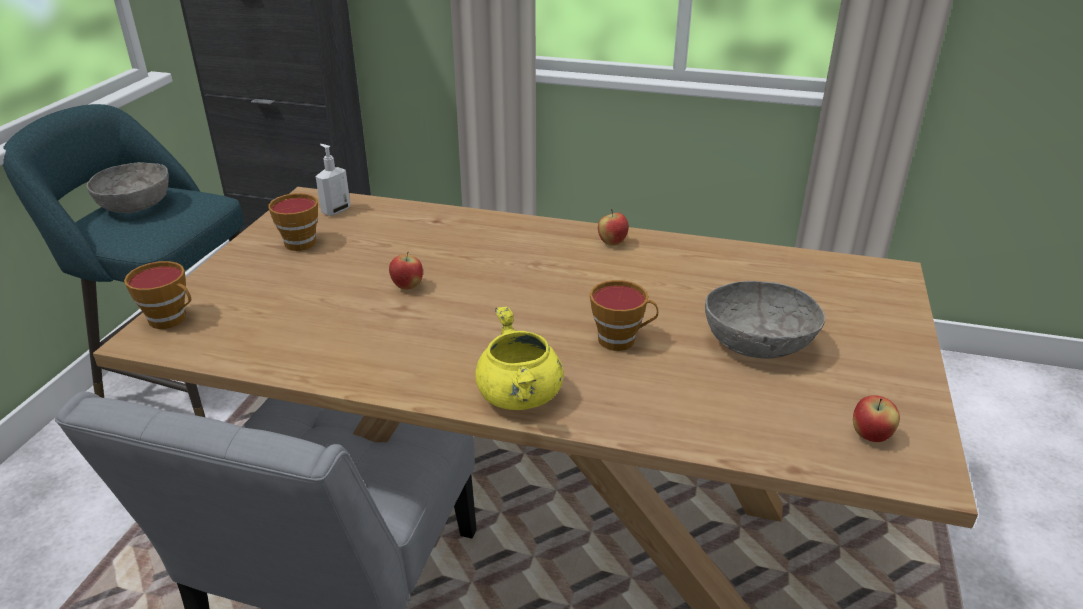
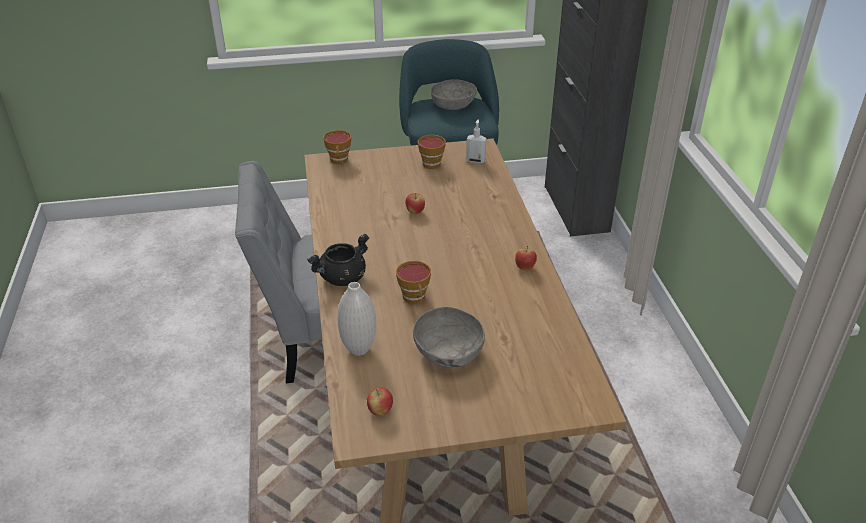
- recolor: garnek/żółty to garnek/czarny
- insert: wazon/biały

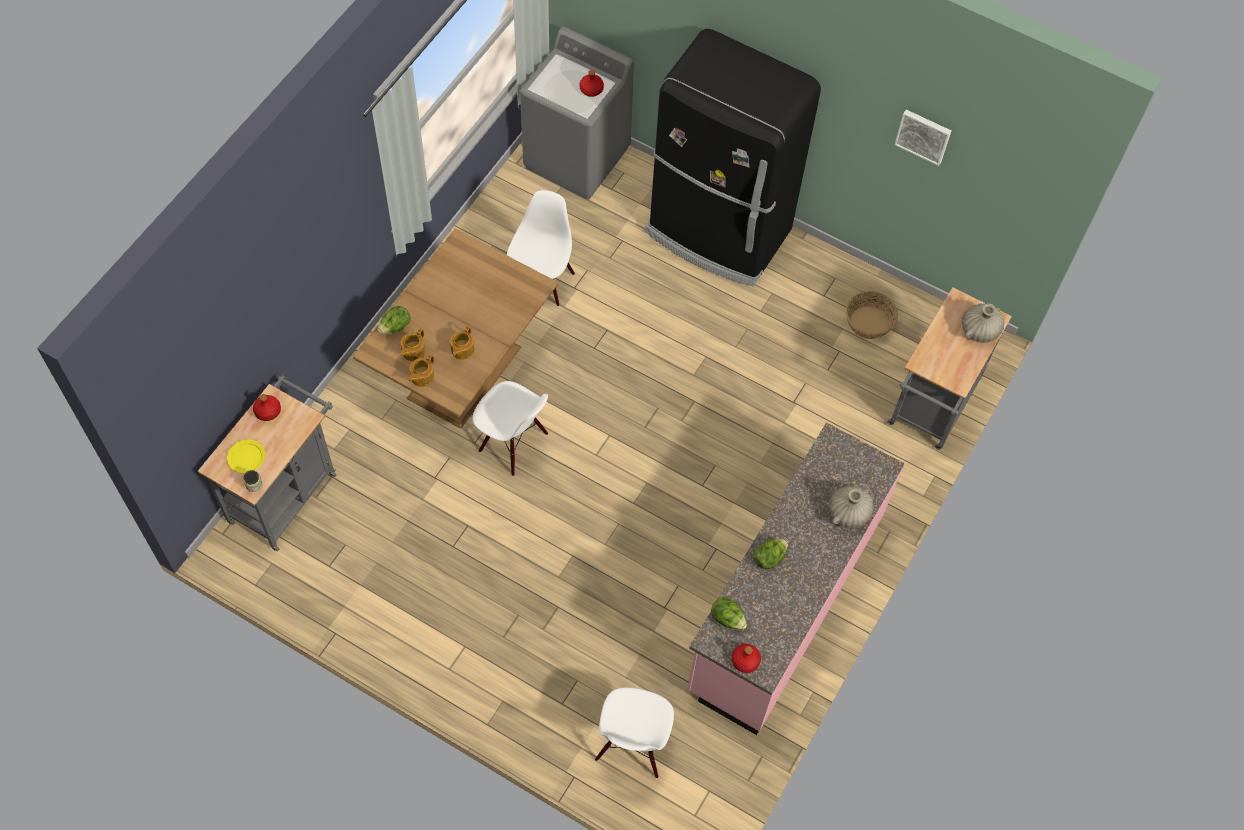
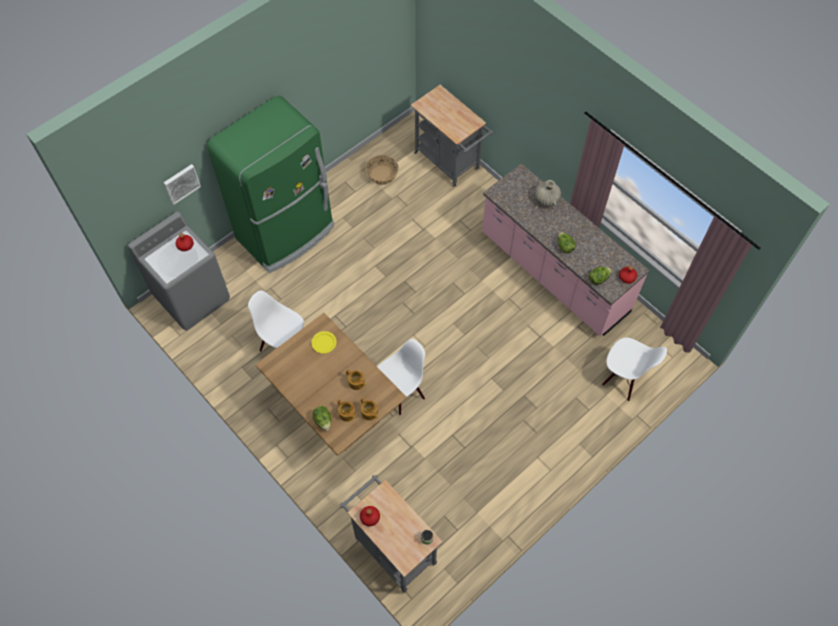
- move: obraz
- recolor: lodówka/czarny to lodówka/zielony
- move: talerz/żółty
- delete: wazon/beżowy (2nd from left)

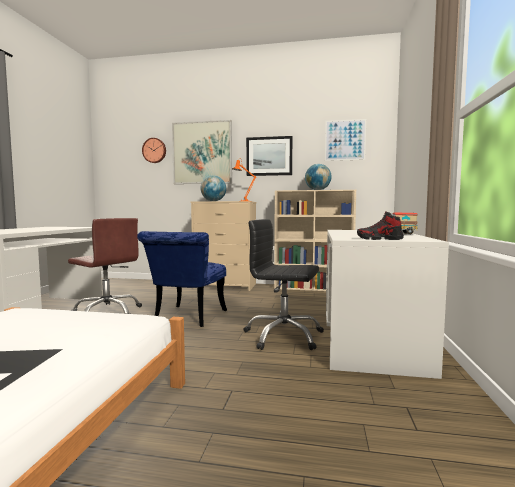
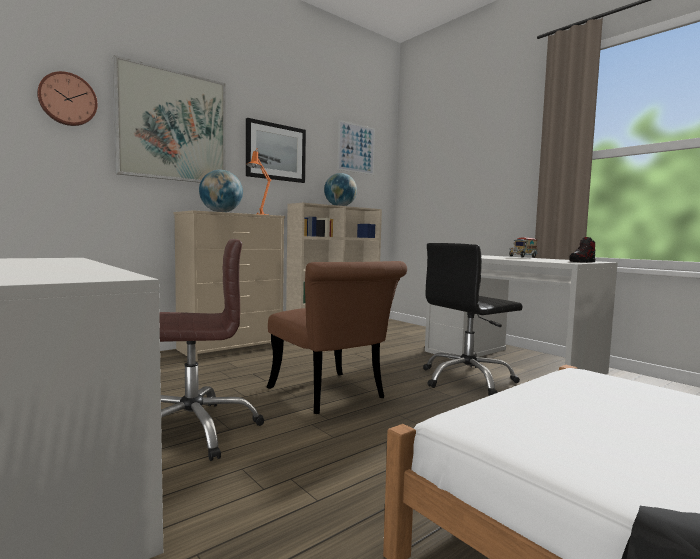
- recolor: krzesło/niebieski to krzesło/brązowy

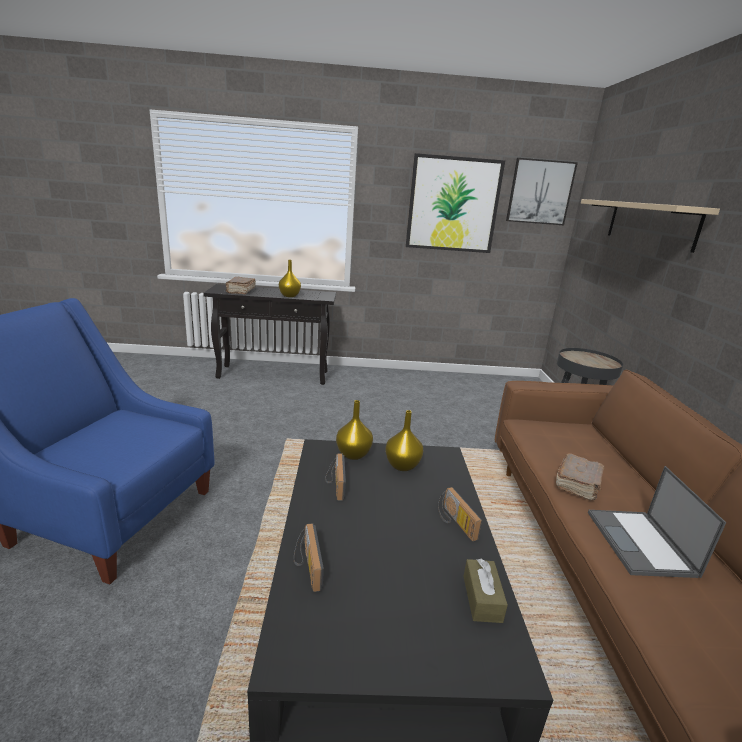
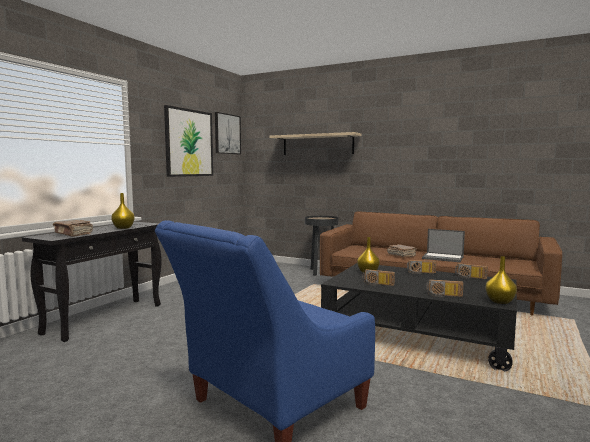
- replace: pudełko chusteczek/brązowy to radio (4th from left)
- move: wazon/żółty (2nd from left in the first image) to wazon/żółty (3rd from left)

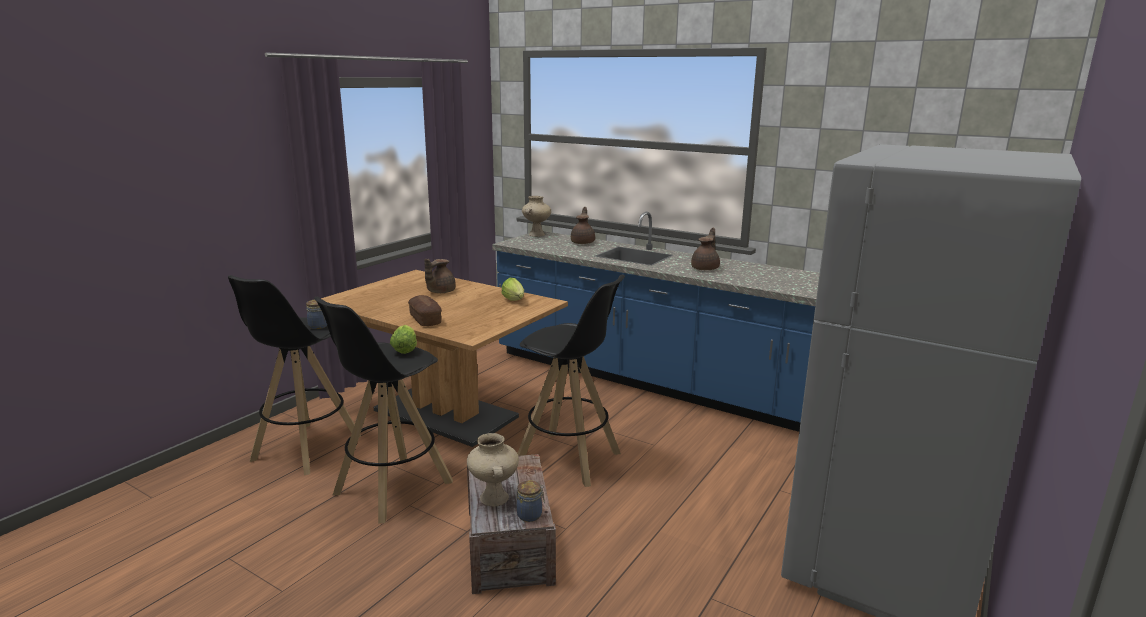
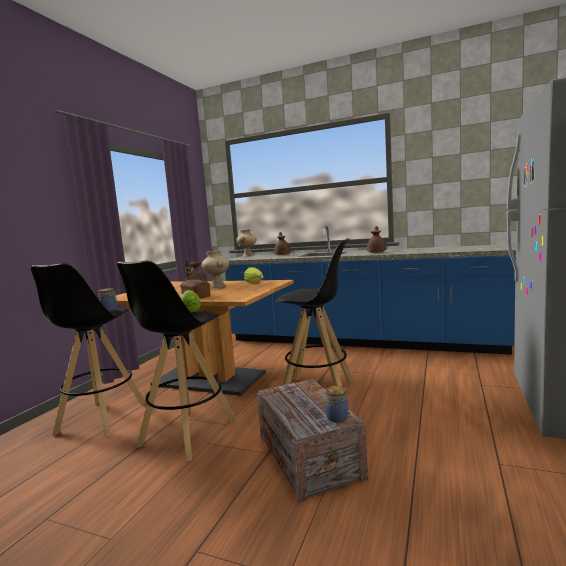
- move: wazon/beżowy (1st from left)

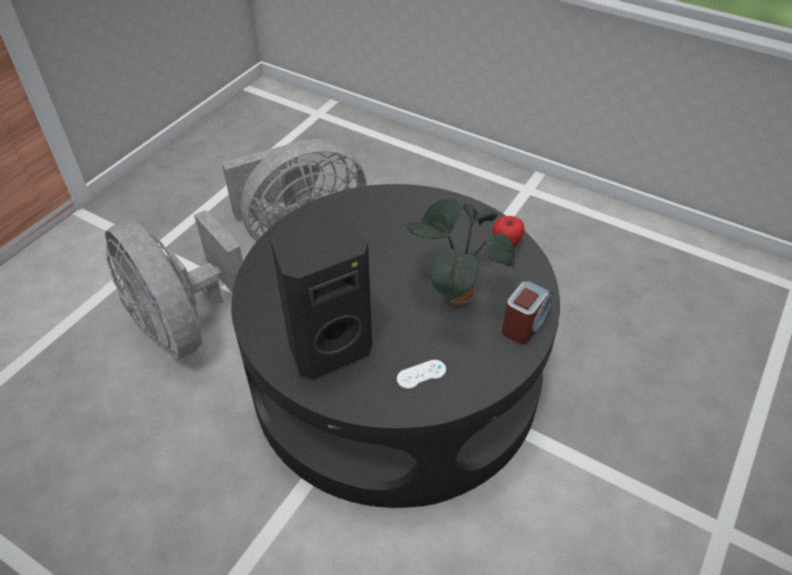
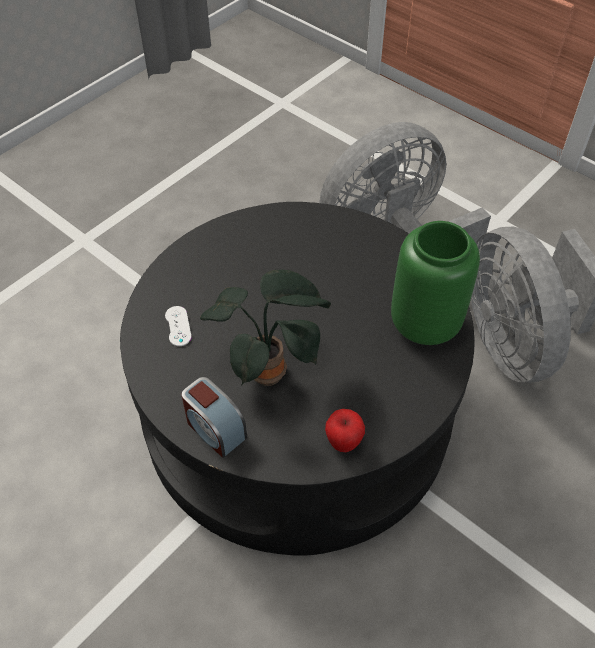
- insert: wazon/zielony
- delete: głośnik/czarny

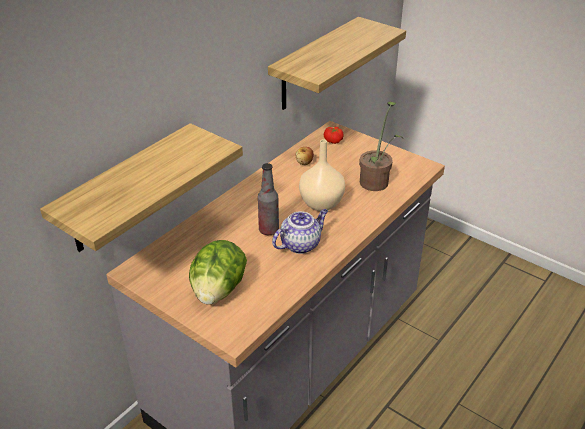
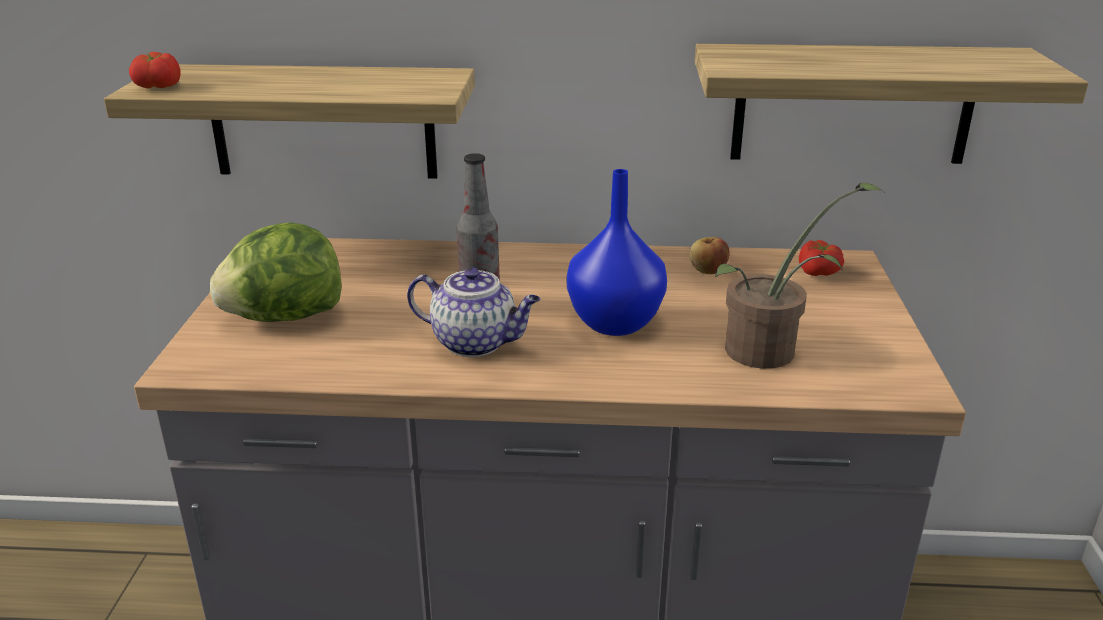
- insert: pomidor (1st from left)
- recolor: wazon/beżowy to wazon/niebieski

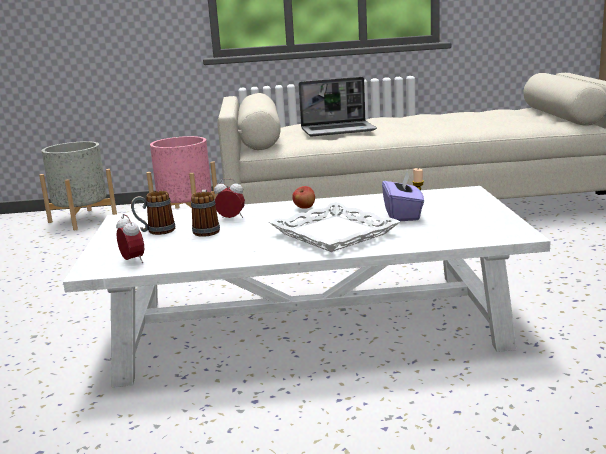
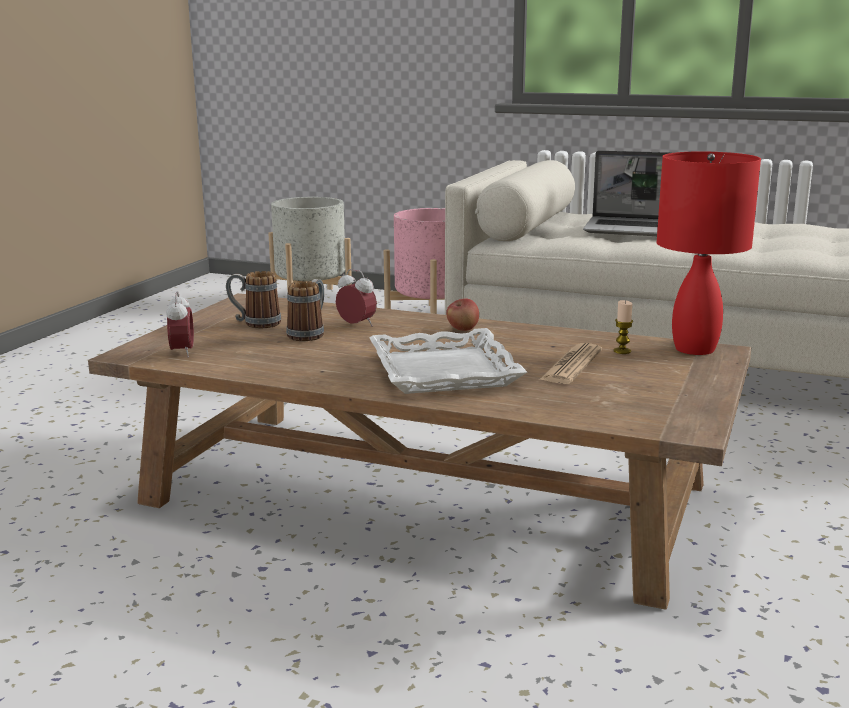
- recolor: ława/biały to ława/brązowy
- replace: pudełko chusteczek/fioletowy to gazeta
- insert: lampa stołowa/czerwony

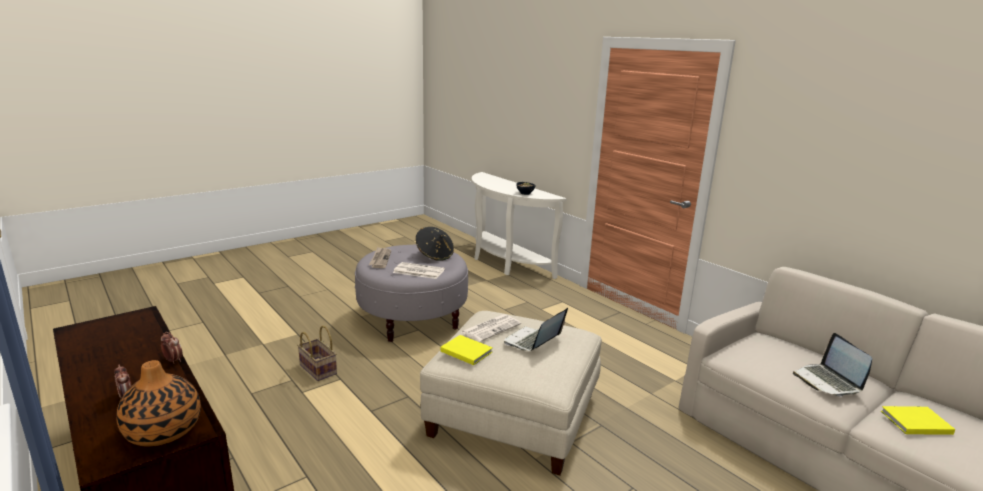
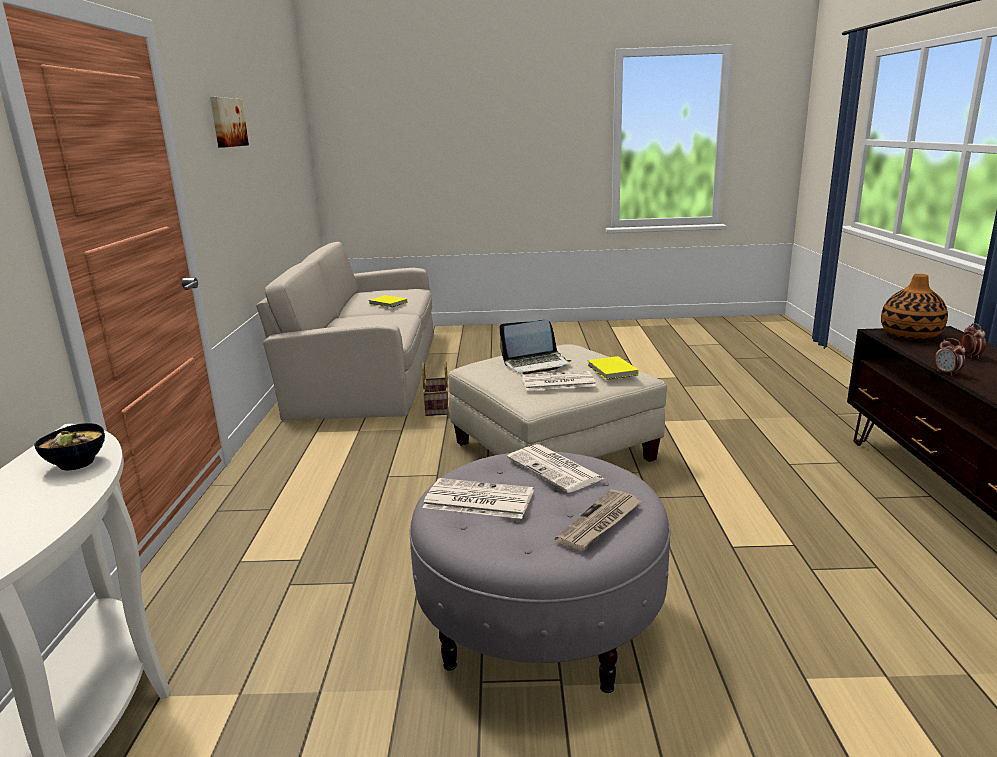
- insert: obraz
- move: koszyk
- replace: kapelusz/czarny to gazeta (1st from left)
- delete: laptop (2nd from left)

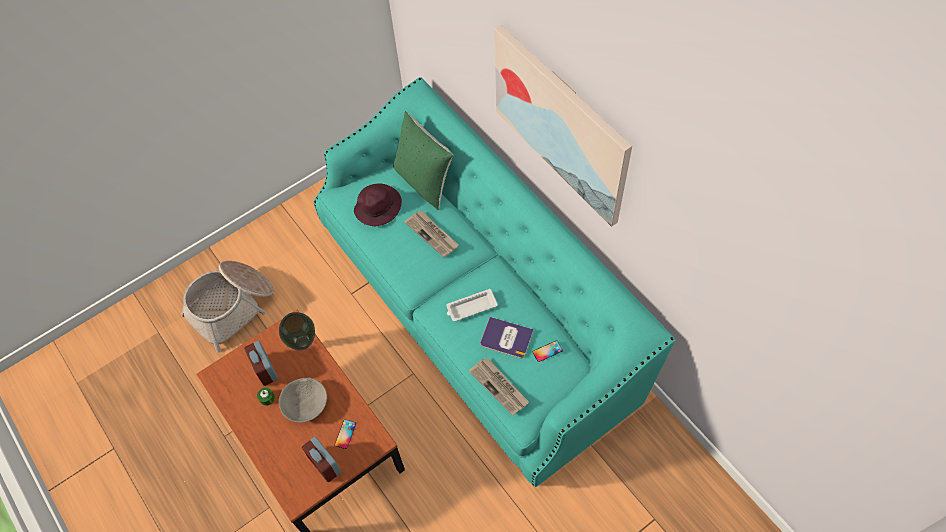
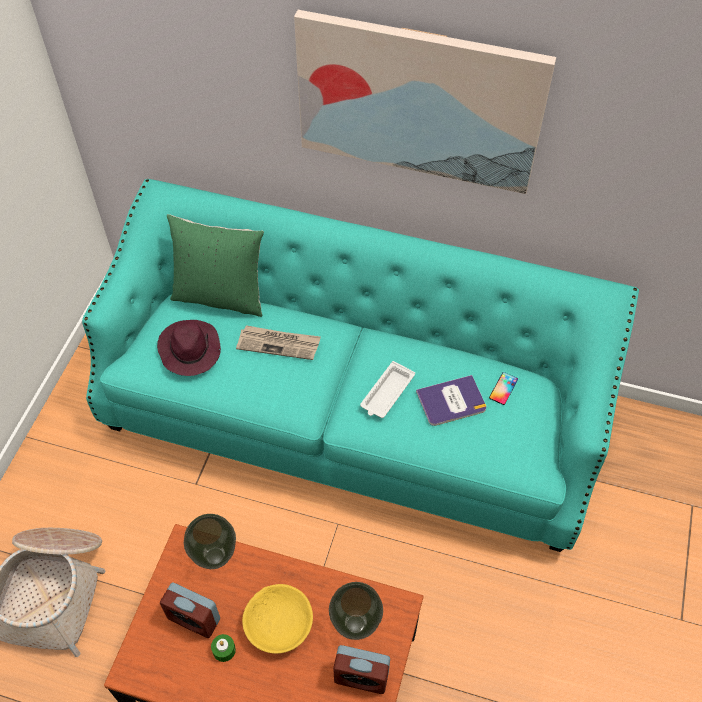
- recolor: miska/szary to miska/żółty
- replace: telefon (1st from left) to wazon (2nd from left)
- delete: gazeta (2nd from left)

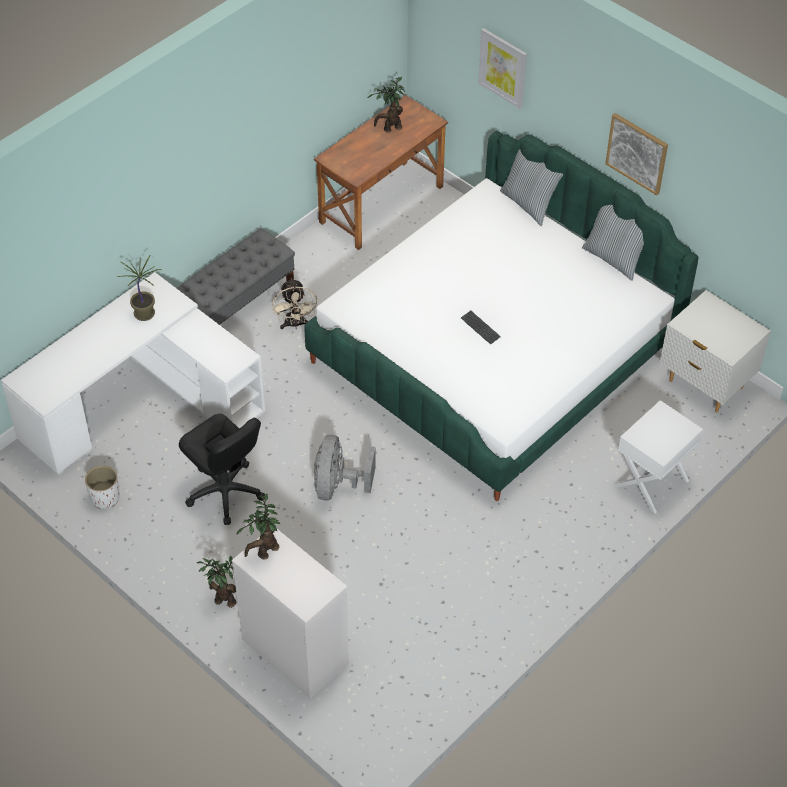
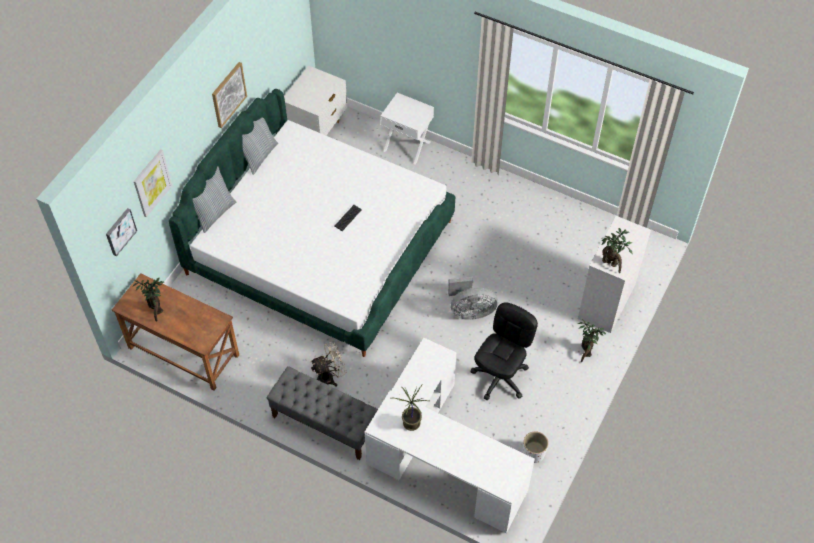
- insert: obraz (1st from left)

